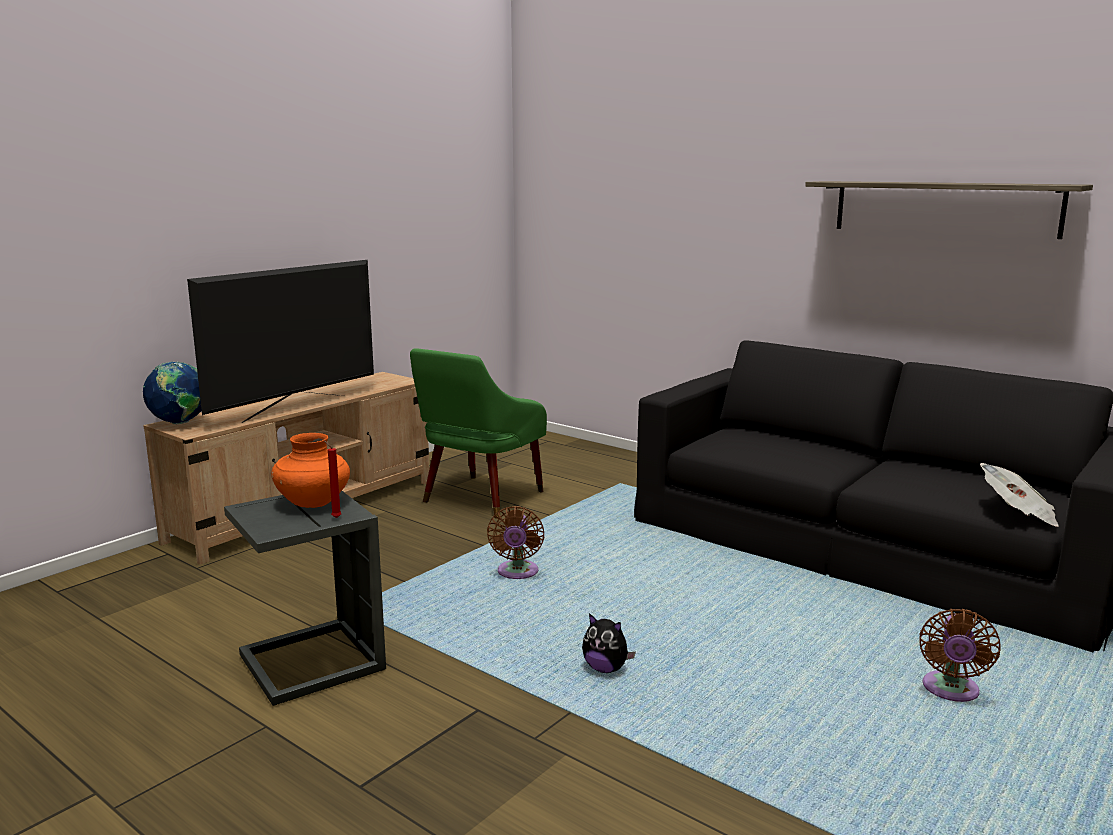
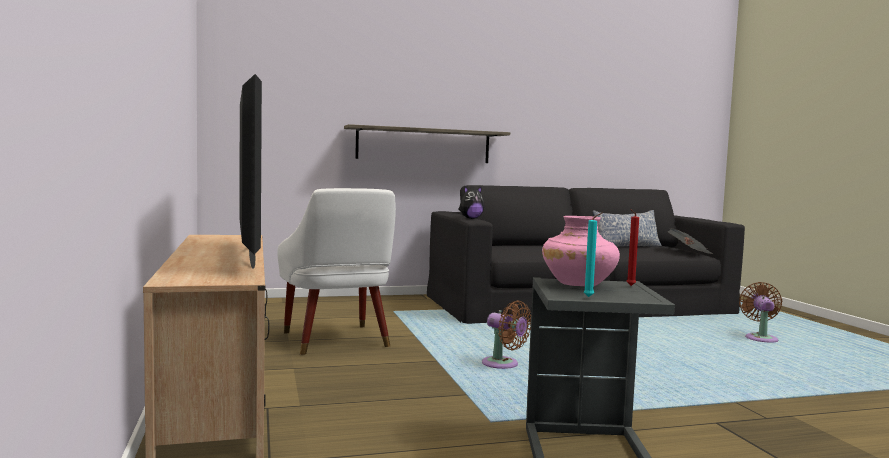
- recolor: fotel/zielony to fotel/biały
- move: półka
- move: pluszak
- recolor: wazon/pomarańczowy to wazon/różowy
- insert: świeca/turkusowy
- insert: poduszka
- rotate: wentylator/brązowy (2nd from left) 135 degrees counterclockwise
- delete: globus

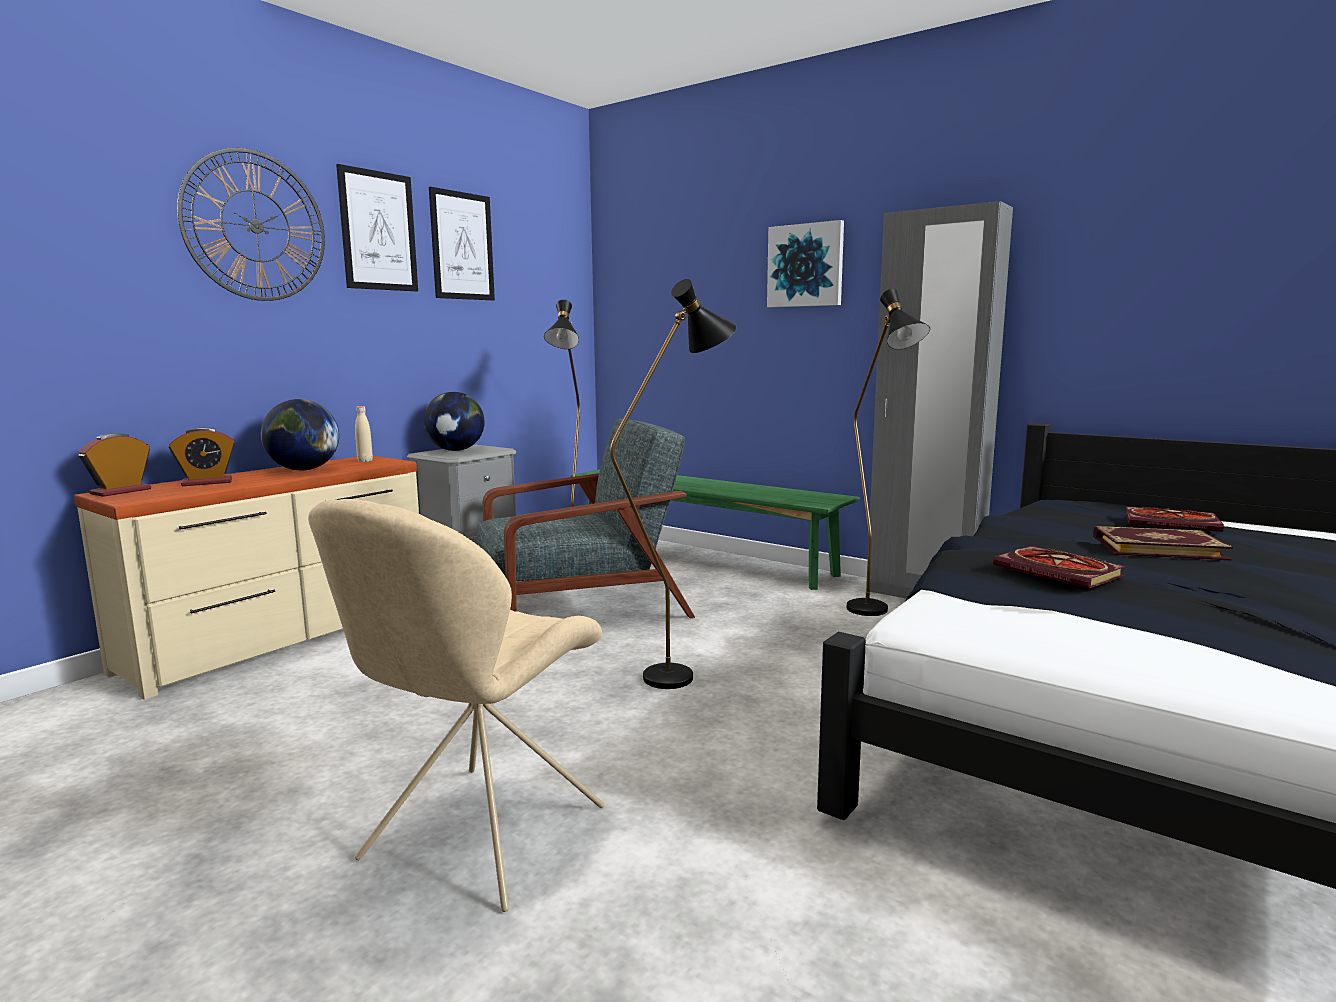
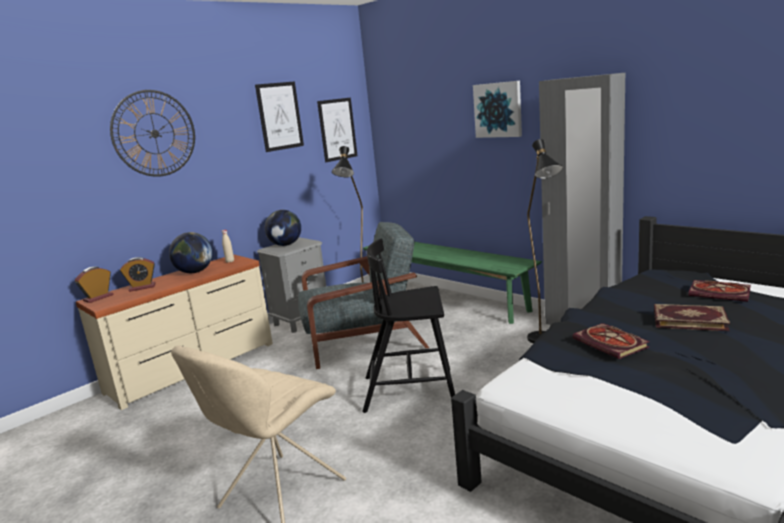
- move: obraz (1st from left in the first image) to obraz (2nd from left)
- replace: lampa stojąca/czarny (2nd from left) to krzesło/czarny

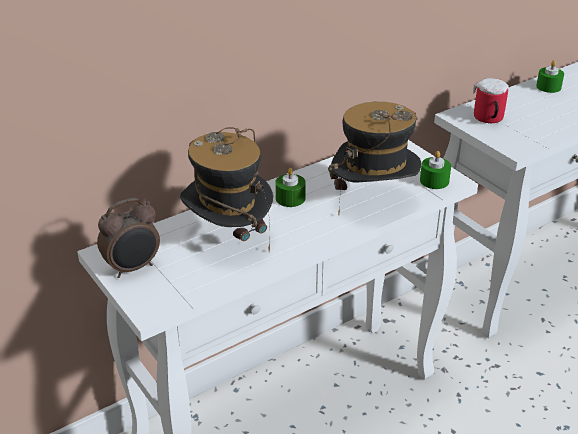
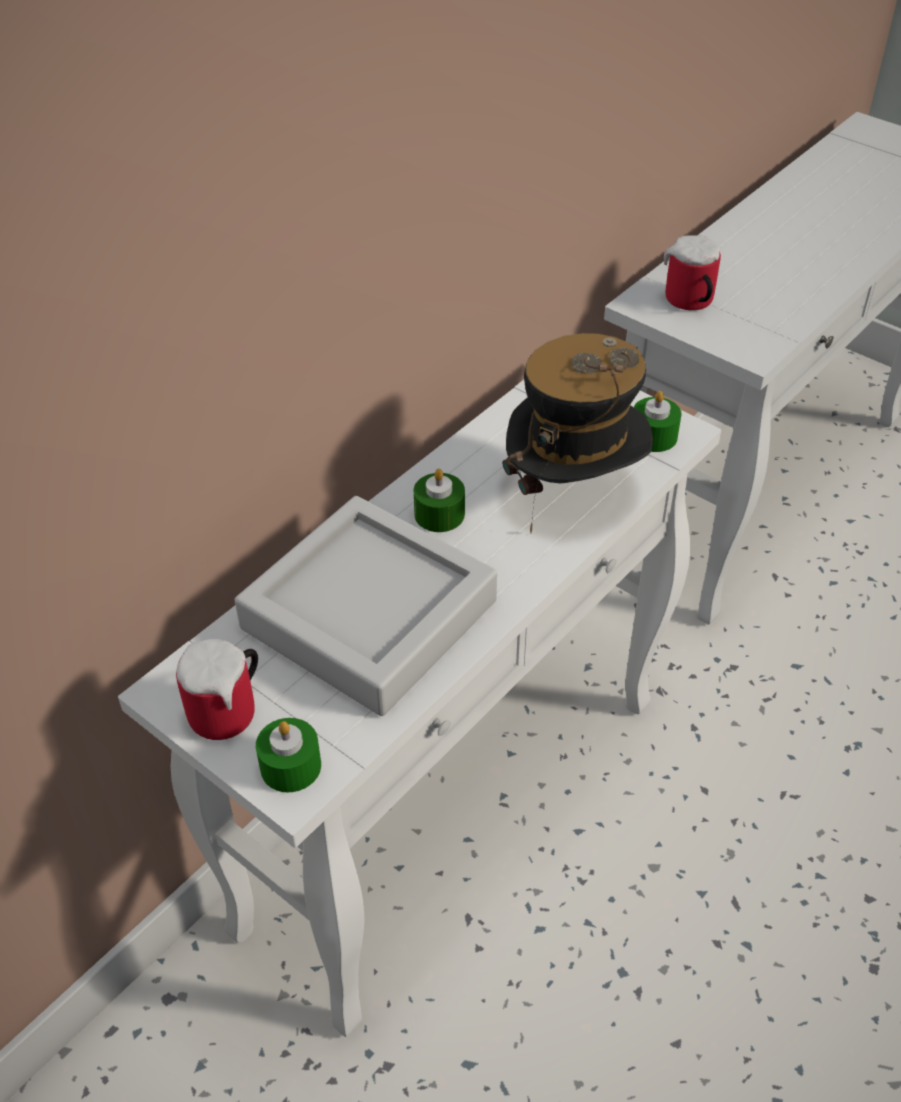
- replace: budzik to kubek (1st from left)
- replace: kapelusz (1st from left) to taca/szary
- move: świeca/zielony (3rd from left in the first image) to świeca/zielony (1st from left)

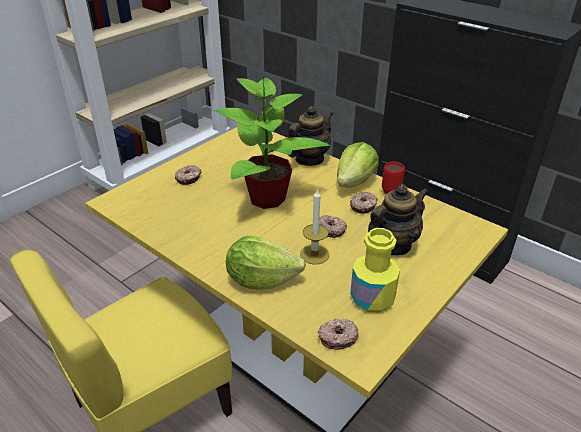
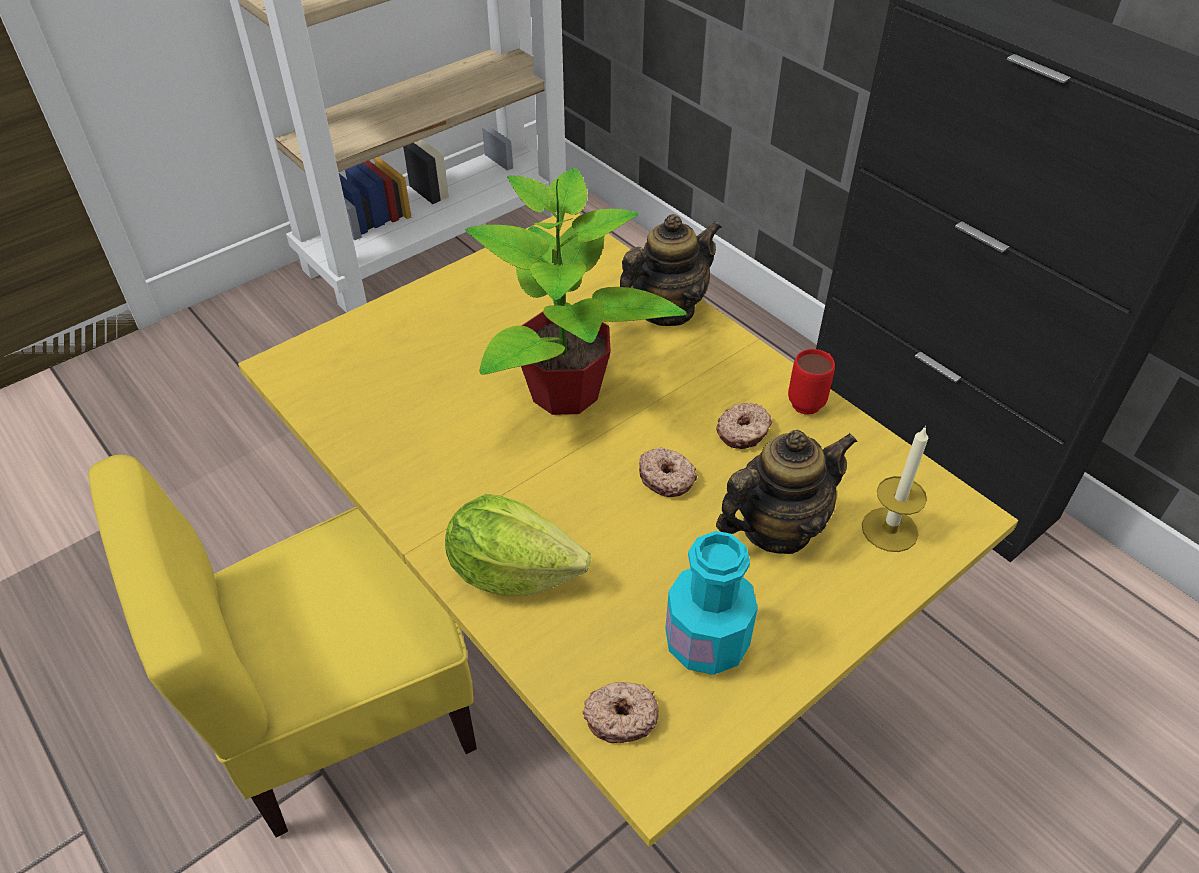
- recolor: butelka/żółty to butelka/turkusowy
- move: świeca
- delete: donut (1st from left)
- delete: sałata (2nd from left)

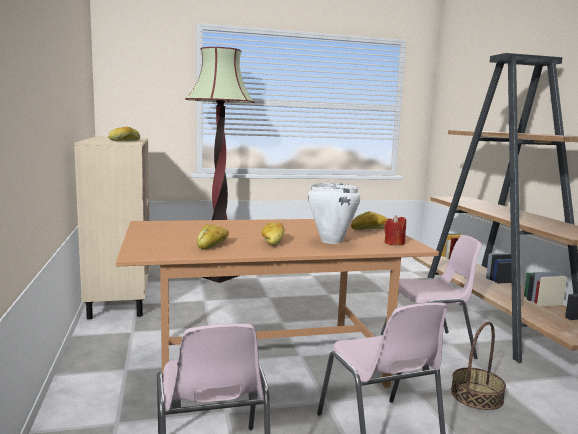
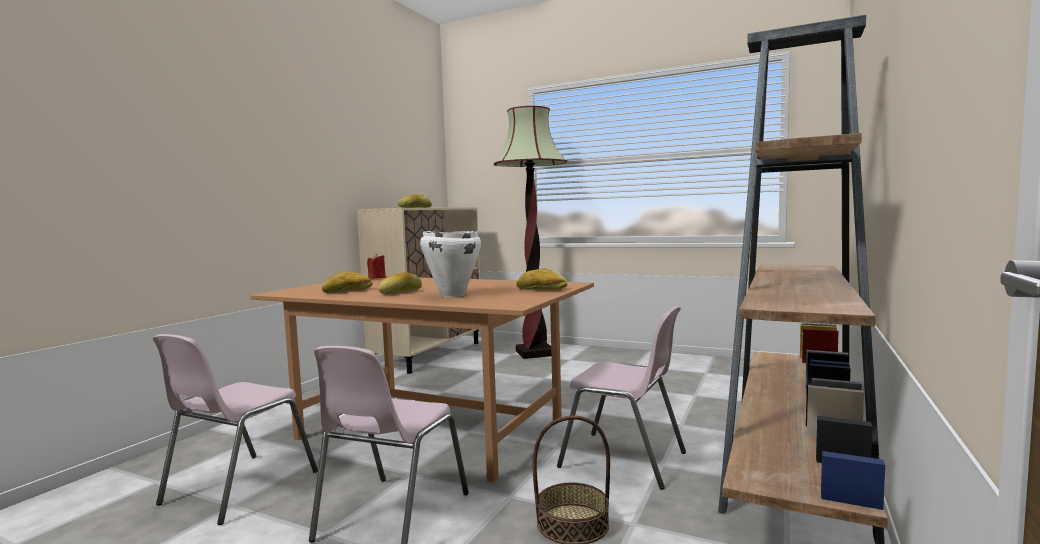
- move: świeca/czerwony

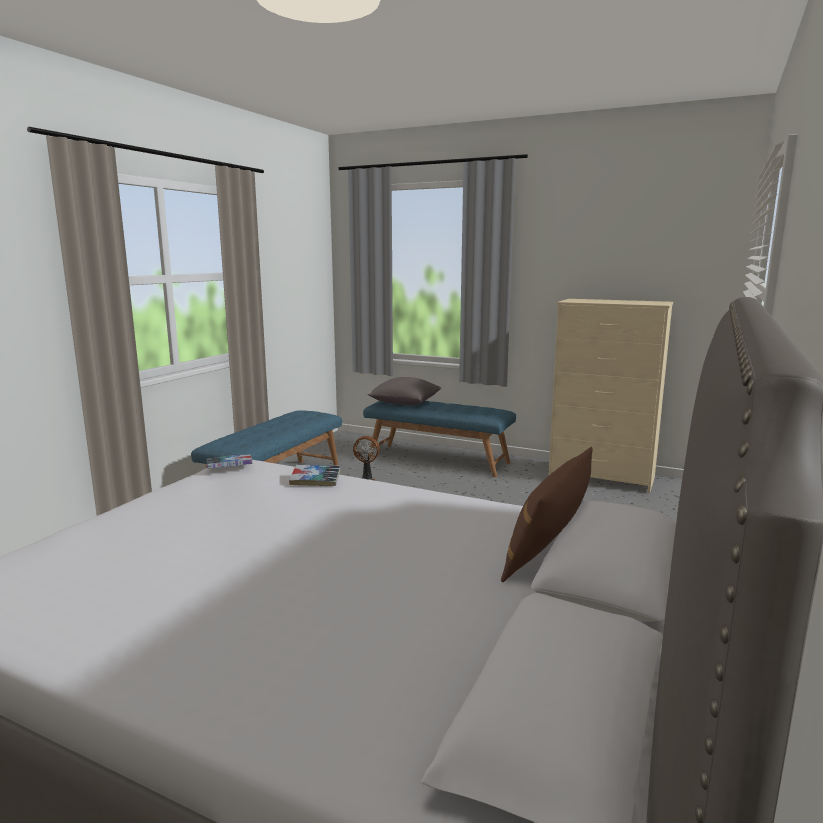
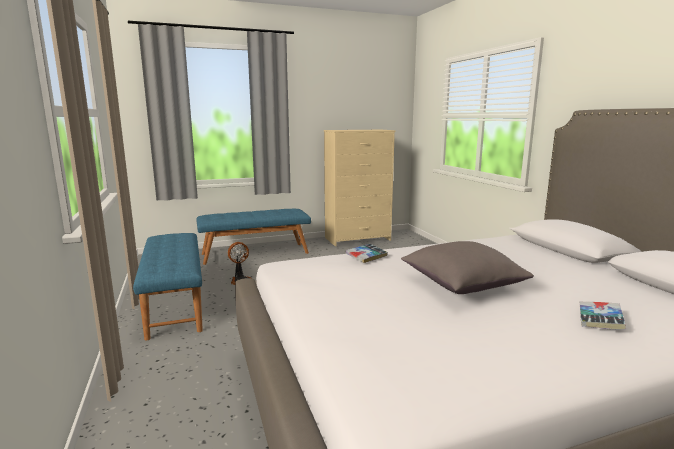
- move: poduszka/szary
- move: książka (1st from left in the first image) to książka (2nd from left)
- delete: poduszka/brązowy

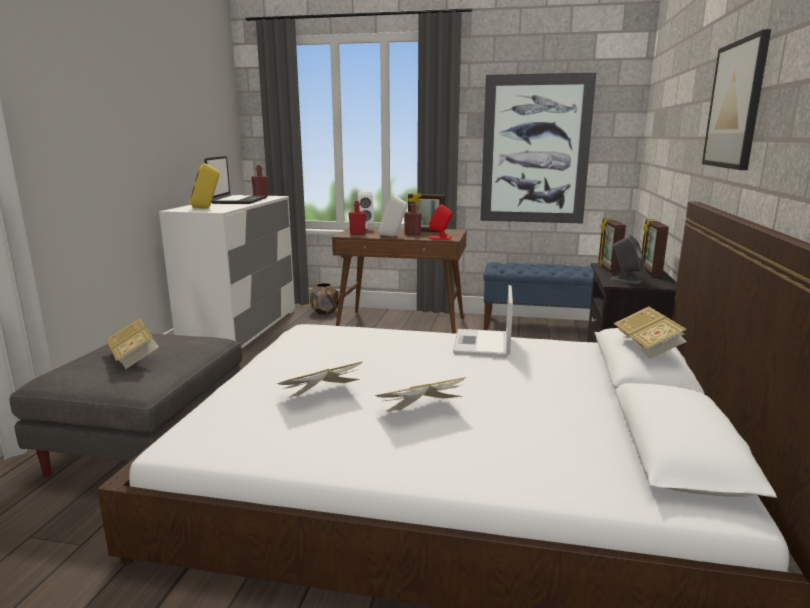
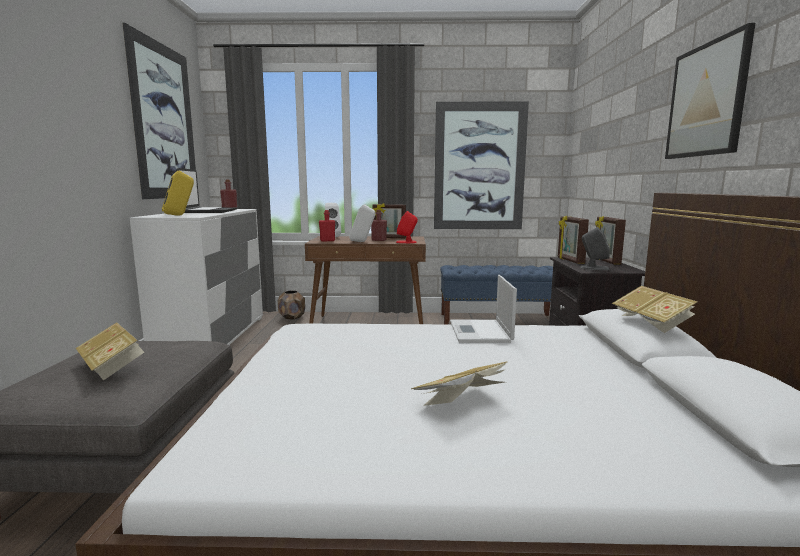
- insert: obraz (1st from left)
- delete: książka (2nd from left)

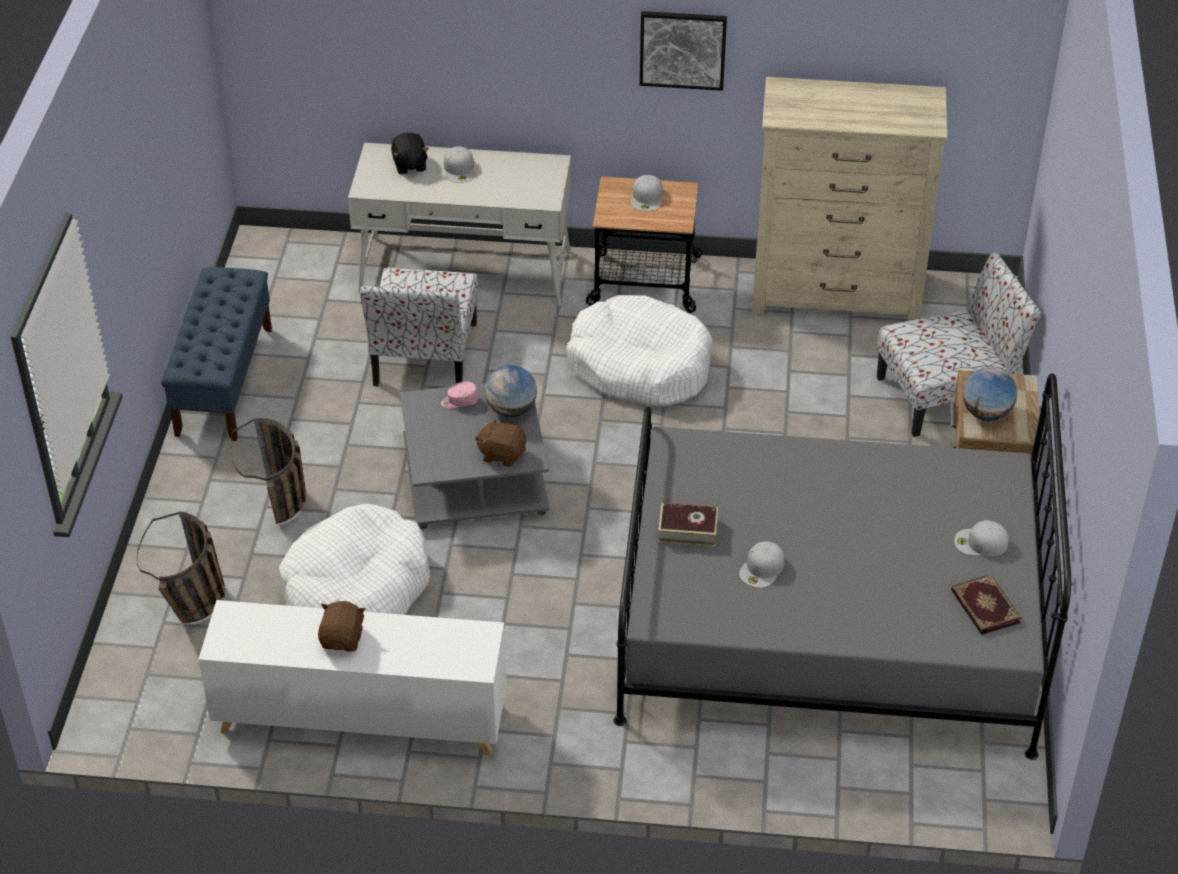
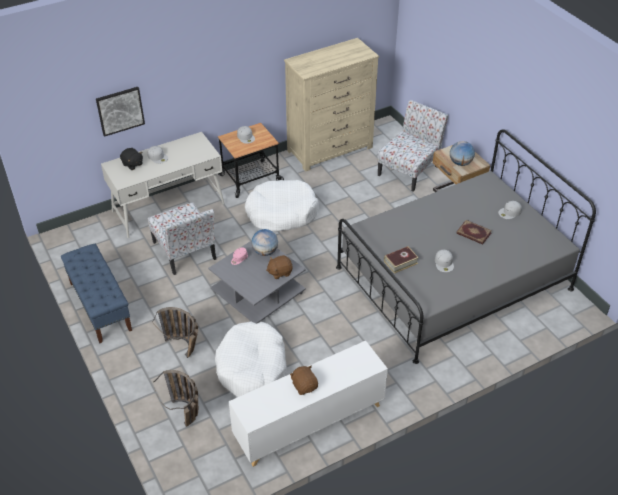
- move: obraz
- move: książka (2nd from left)

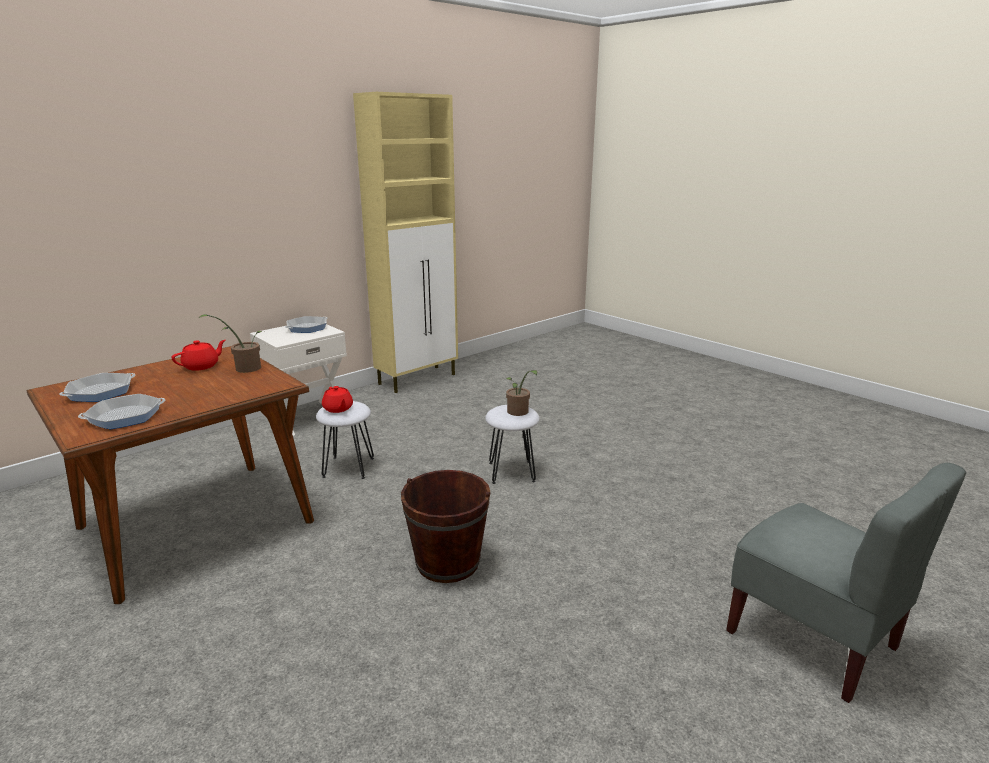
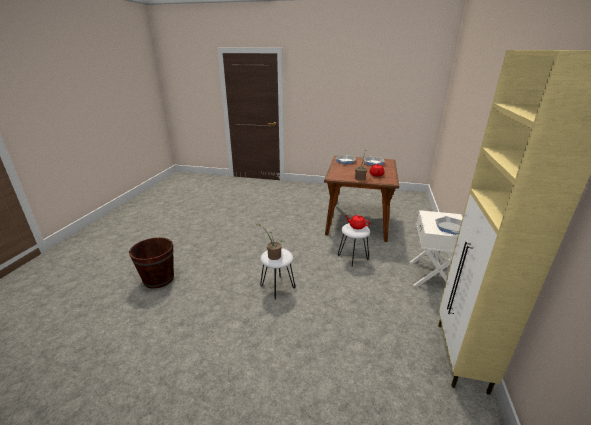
- move: wiadro/brązowy
- delete: krzesło/szary

